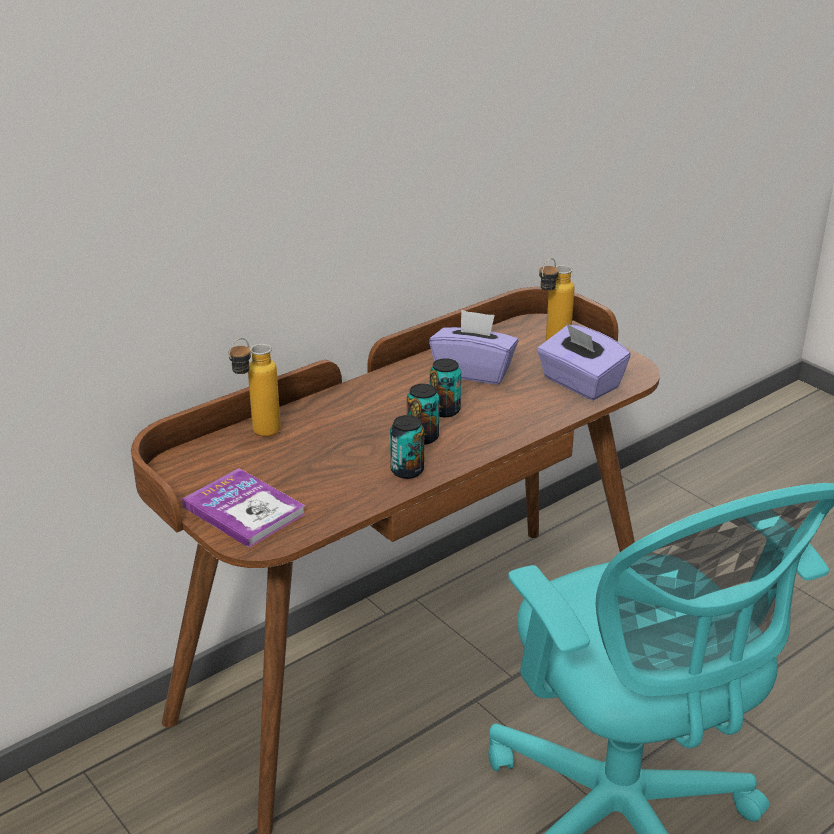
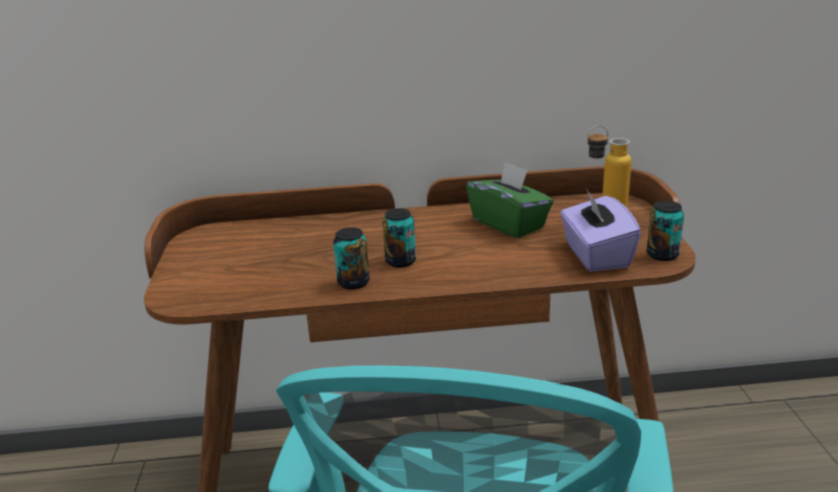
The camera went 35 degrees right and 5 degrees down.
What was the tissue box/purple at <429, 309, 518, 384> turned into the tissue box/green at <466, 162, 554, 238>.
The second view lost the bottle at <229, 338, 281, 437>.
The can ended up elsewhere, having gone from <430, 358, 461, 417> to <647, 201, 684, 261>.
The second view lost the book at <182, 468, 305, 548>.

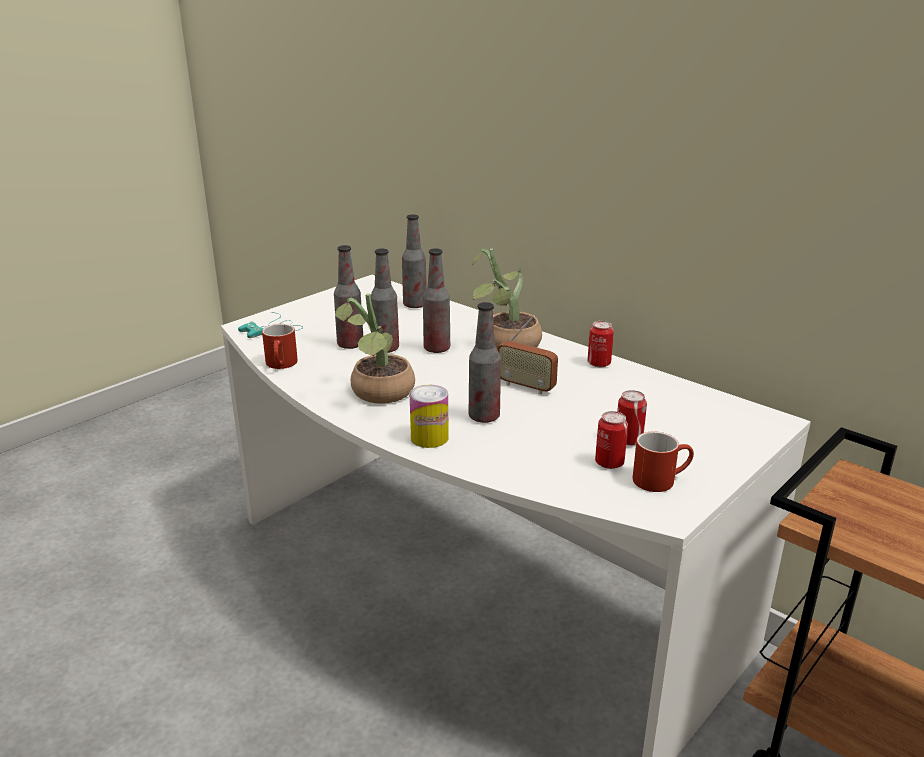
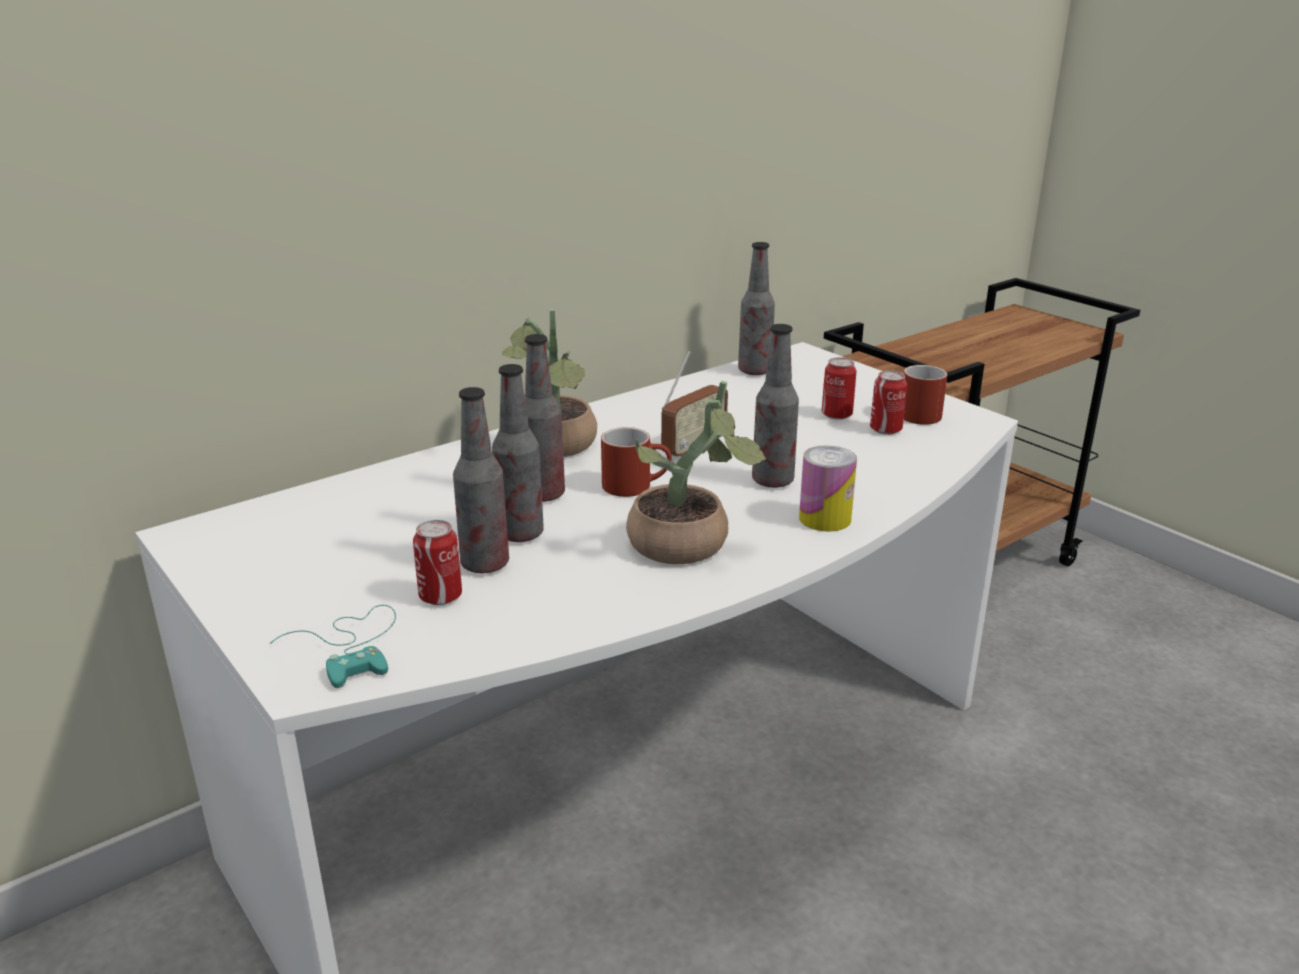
The camera went 80 degrees left and 0 degrees up.
The bottle ended up elsewhere, having gone from <402, 214, 427, 308> to <738, 242, 775, 375>.
The can ended up elsewhere, having gone from <587, 321, 614, 367> to <413, 520, 462, 605>.
The mug/red ended up elsewhere, having gone from <262, 324, 298, 369> to <601, 427, 672, 497>.

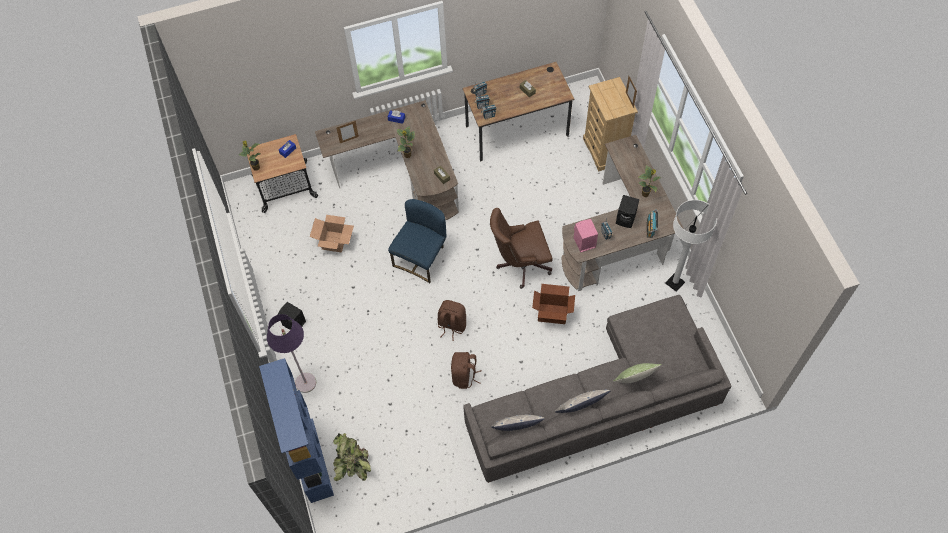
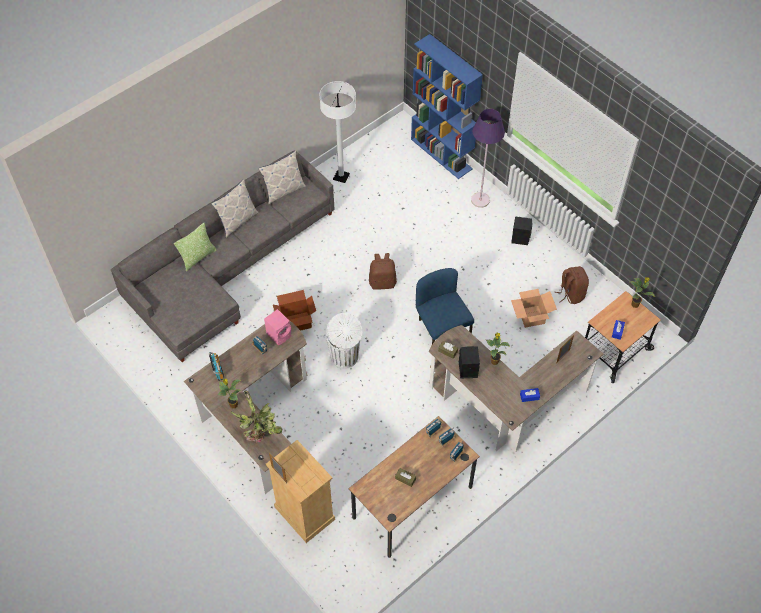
The camera went 155 degrees right and 5 degrees down.
The speaker/black ended up elsewhere, having gone from <616, 195, 639, 228> to <459, 346, 480, 379>.
The chair/blue at <388, 199, 446, 283> ended up facing another way, 150 degrees clockwise from before.
The floor lamp/white ended up elsewhere, having gone from <665, 200, 717, 292> to <319, 81, 356, 183>.
Where the office chair/brown stood at <490, 208, 553, 289>, the trash can/white came to stand at <326, 313, 362, 369>.
The backpack/brown ended up elsewhere, having gone from <451, 352, 482, 389> to <555, 266, 589, 304>.
The potted plant ended up elsewhere, having gone from <333, 433, 371, 481> to <230, 390, 282, 442>.

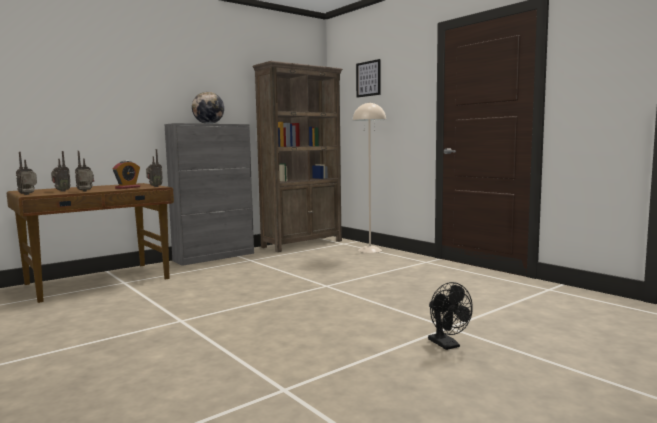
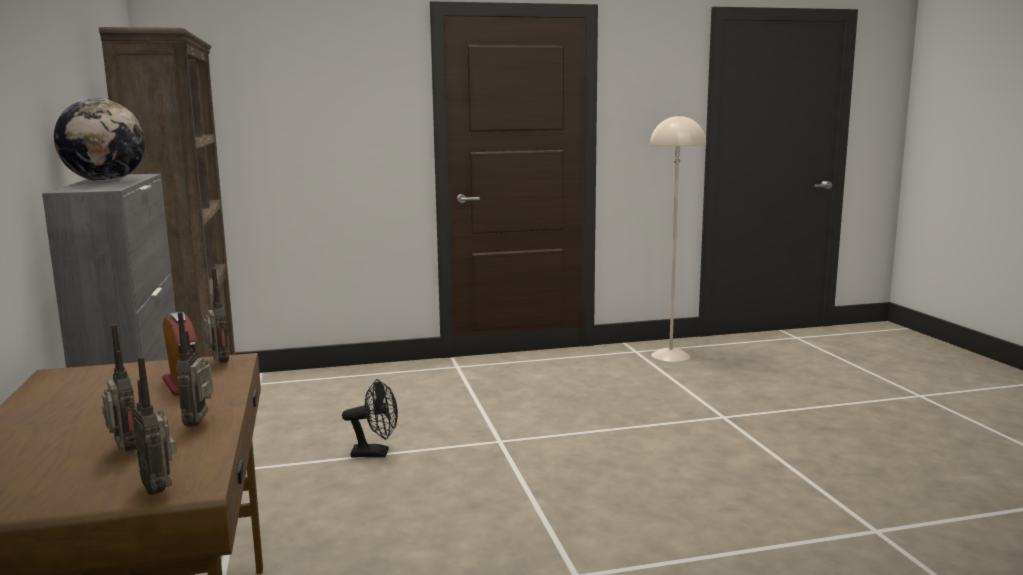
The camera went 65 degrees left and 5 degrees up.
The second view lost the picture at <356, 59, 380, 98>.
The floor lamp/beige ended up elsewhere, having gone from <353, 102, 386, 253> to <650, 115, 706, 362>.
The fan/black ended up elsewhere, having gone from <428, 282, 473, 350> to <342, 379, 398, 457>.

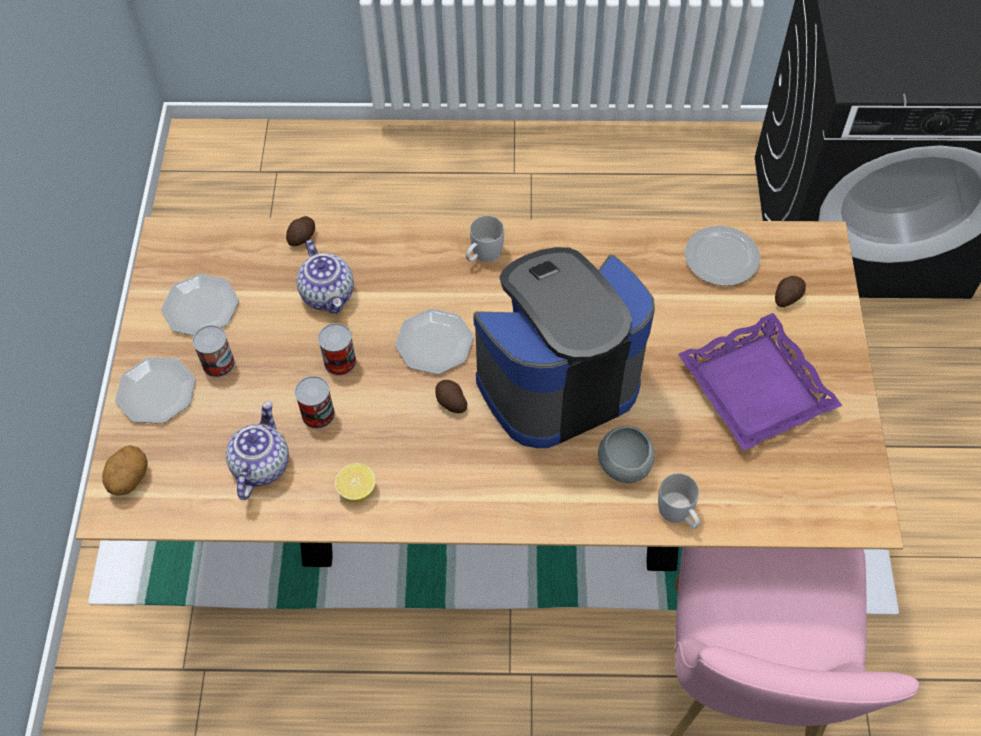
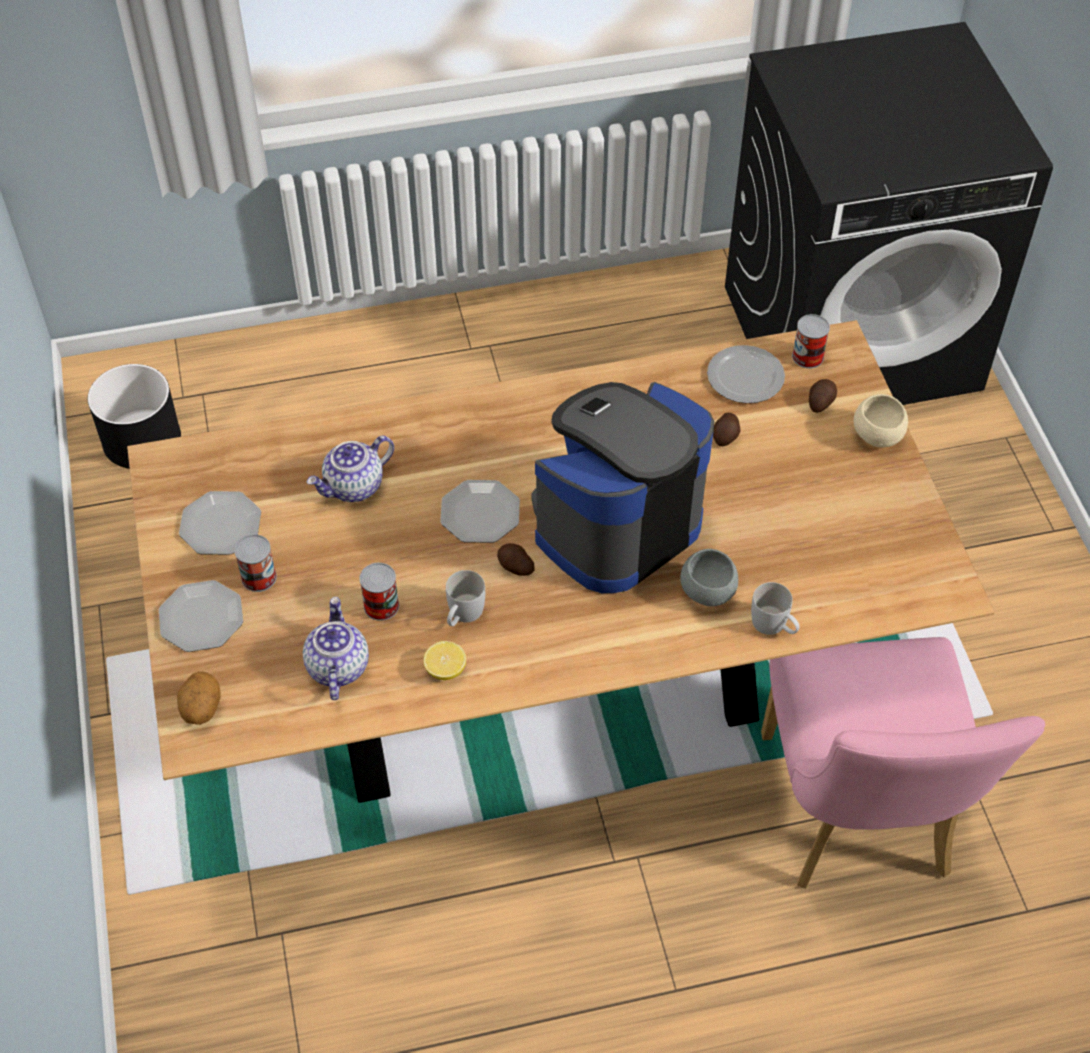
The camera went 15 degrees left and 5 degrees down.
The potato ended up elsewhere, having gone from <286, 216, 315, 246> to <713, 413, 740, 446>.
The mug/white ended up elsewhere, having gone from <466, 216, 504, 262> to <446, 570, 485, 626>.
The teapot at <296, 240, 354, 314> ended up facing another way, 90 degrees clockwise from before.
The second view lost the tray/purple at <678, 313, 843, 451>.
The can ended up elsewhere, having gone from <318, 323, 356, 376> to <792, 314, 830, 368>.
The second view gained the planter/black at <88, 364, 181, 469>.
The second view gained the bowl/beige at <853, 394, 908, 447>.

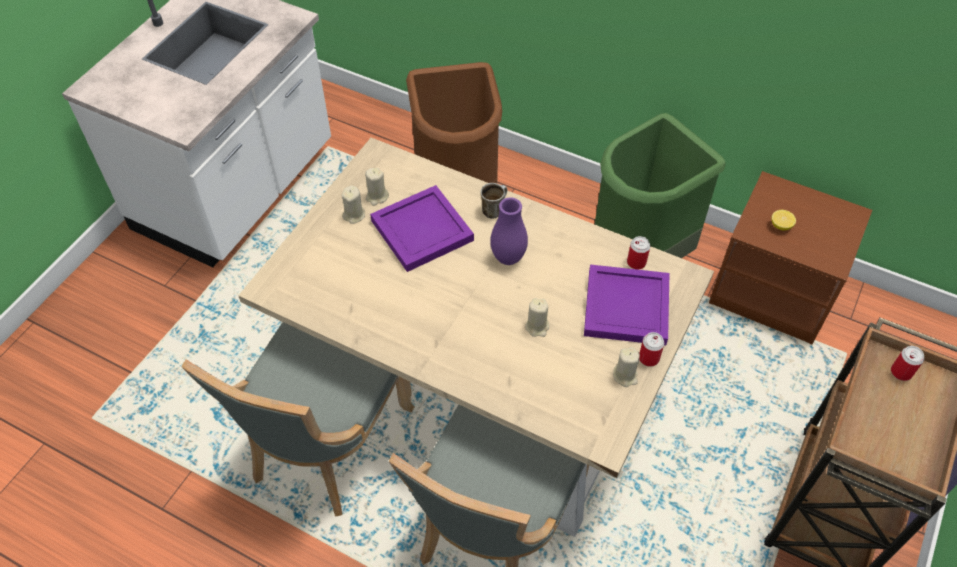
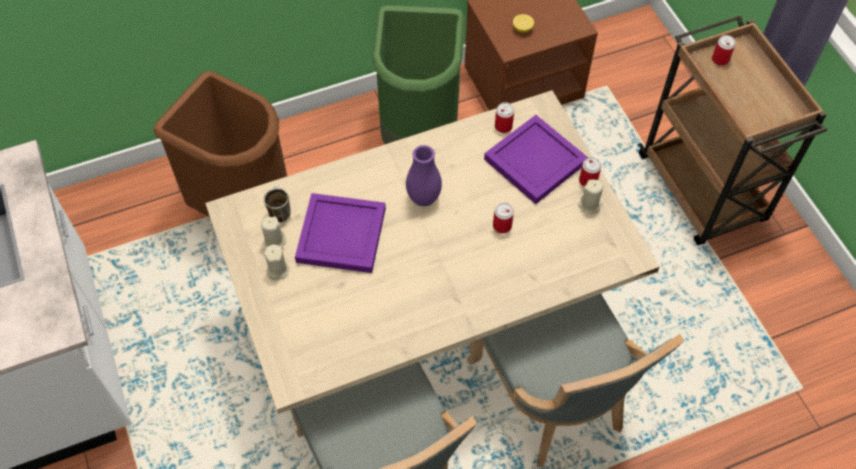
The camera went 50 degrees left and 5 degrees up.
The mug ended up elsewhere, having gone from <480, 183, 507, 219> to <263, 186, 291, 222>.
Where the candle/beige stood at <525, 298, 549, 337>, the can came to stand at <493, 202, 514, 233>.

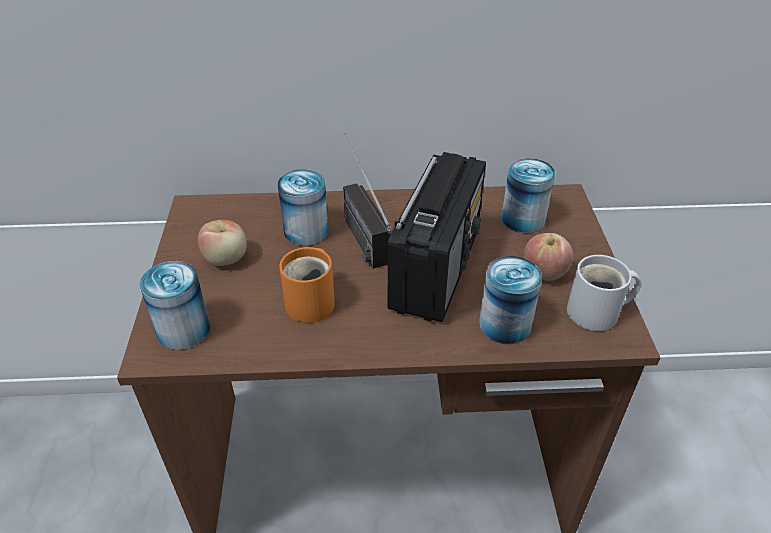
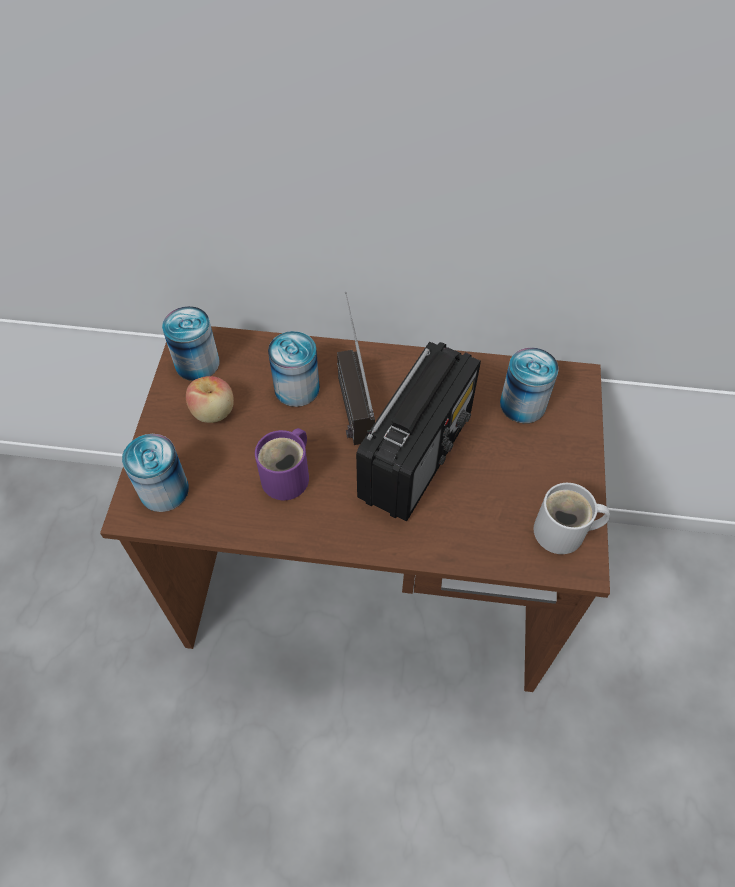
The camera went 10 degrees right and 15 degrees up.
The second view lost the apple at <524, 233, 573, 281>.
What was the mug/orange at <279, 247, 335, 323> turned into the mug/purple at <255, 428, 309, 500>.
The can ended up elsewhere, having gone from <479, 256, 542, 344> to <162, 306, 220, 381>.

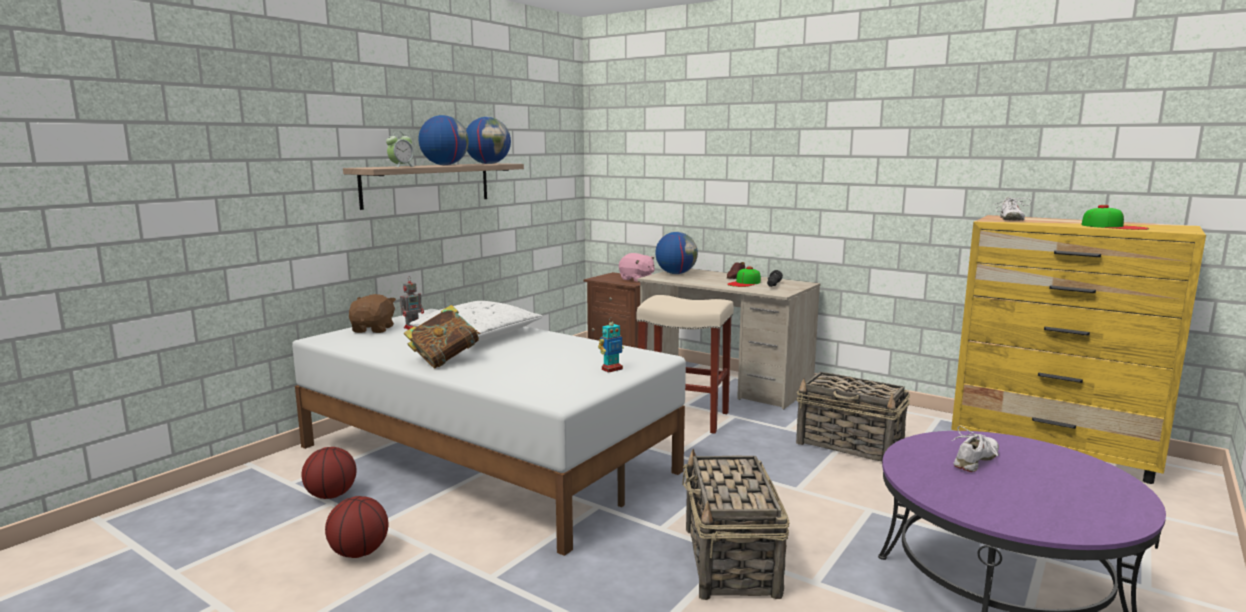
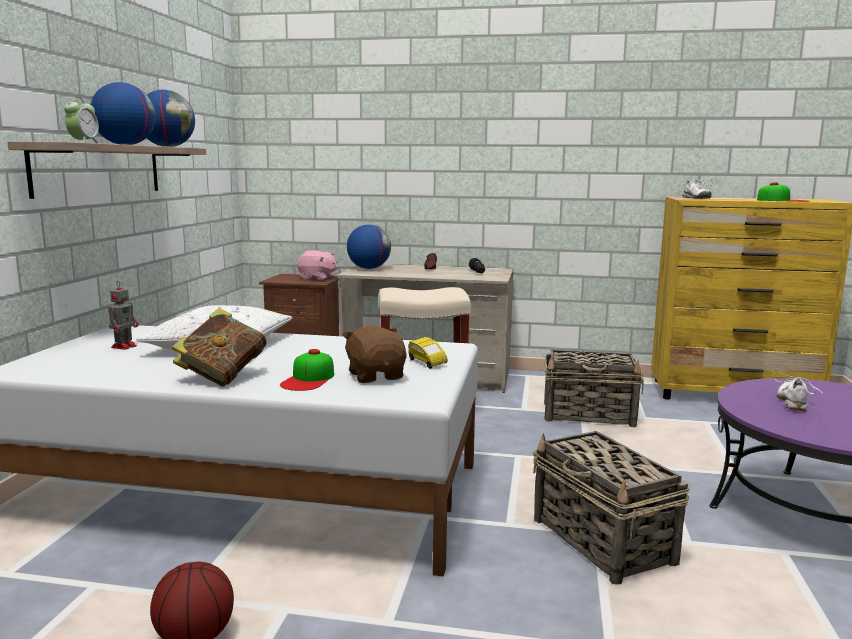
The camera went 25 degrees left and 0 degrees up.
The cap ended up elsewhere, having gone from <727, 266, 761, 287> to <280, 349, 334, 391>.
The plush toy/brown ended up elsewhere, having gone from <349, 294, 396, 333> to <342, 325, 407, 383>.
Where the toy robot stood at <598, 317, 624, 373>, the toy car/yellow came to stand at <408, 337, 448, 369>.
The second view lost the basketball at <302, 447, 357, 499>.

